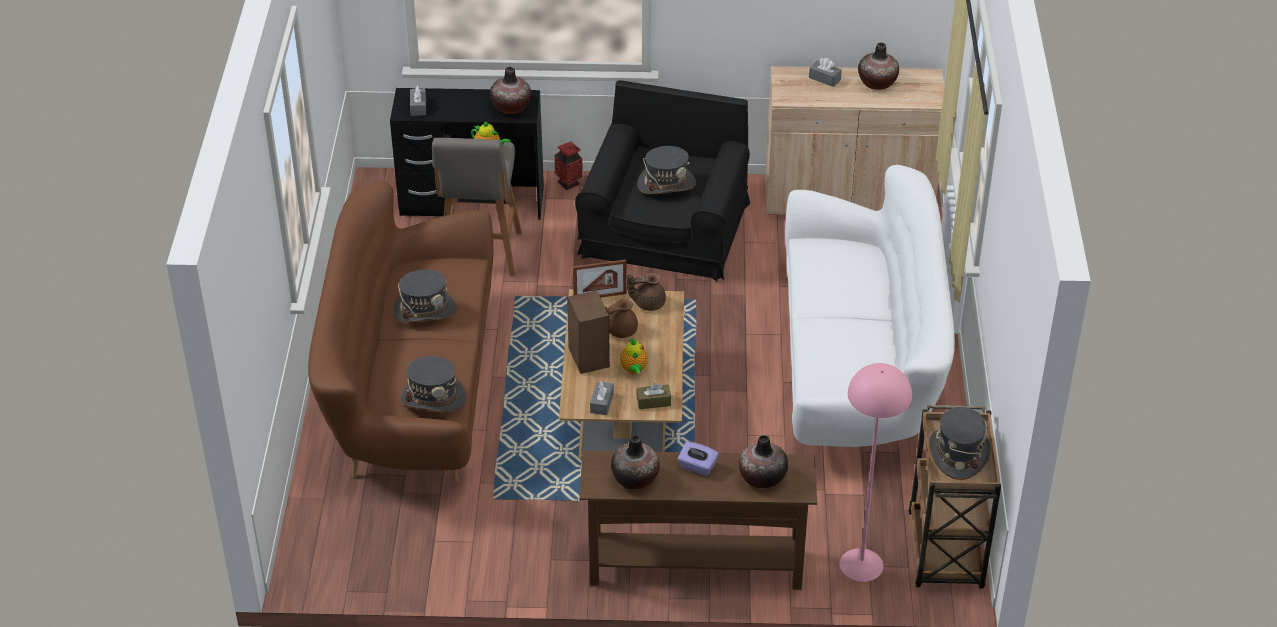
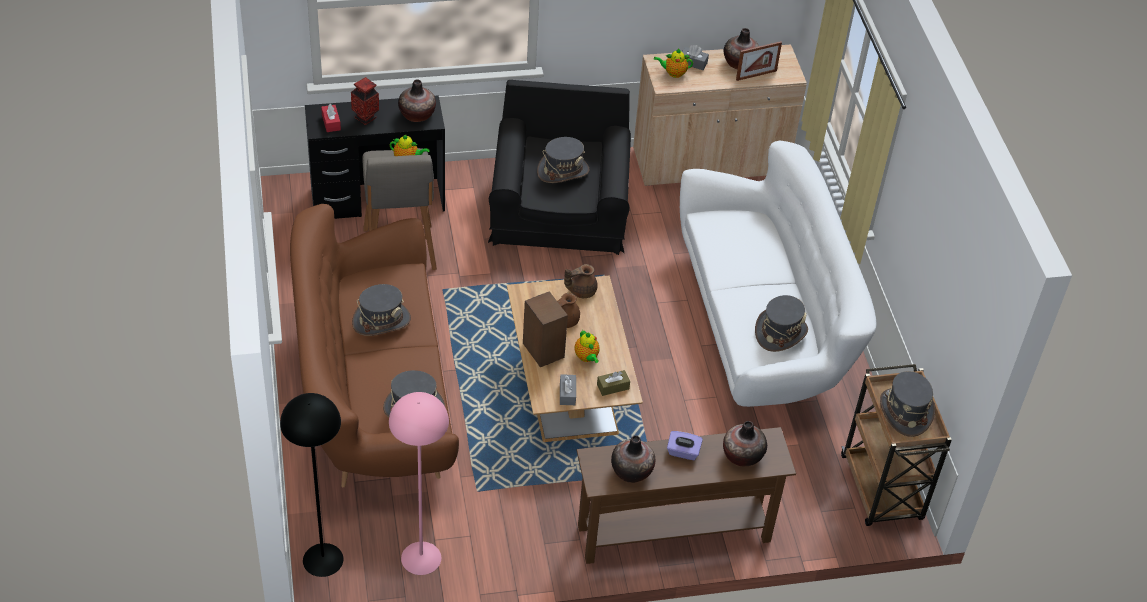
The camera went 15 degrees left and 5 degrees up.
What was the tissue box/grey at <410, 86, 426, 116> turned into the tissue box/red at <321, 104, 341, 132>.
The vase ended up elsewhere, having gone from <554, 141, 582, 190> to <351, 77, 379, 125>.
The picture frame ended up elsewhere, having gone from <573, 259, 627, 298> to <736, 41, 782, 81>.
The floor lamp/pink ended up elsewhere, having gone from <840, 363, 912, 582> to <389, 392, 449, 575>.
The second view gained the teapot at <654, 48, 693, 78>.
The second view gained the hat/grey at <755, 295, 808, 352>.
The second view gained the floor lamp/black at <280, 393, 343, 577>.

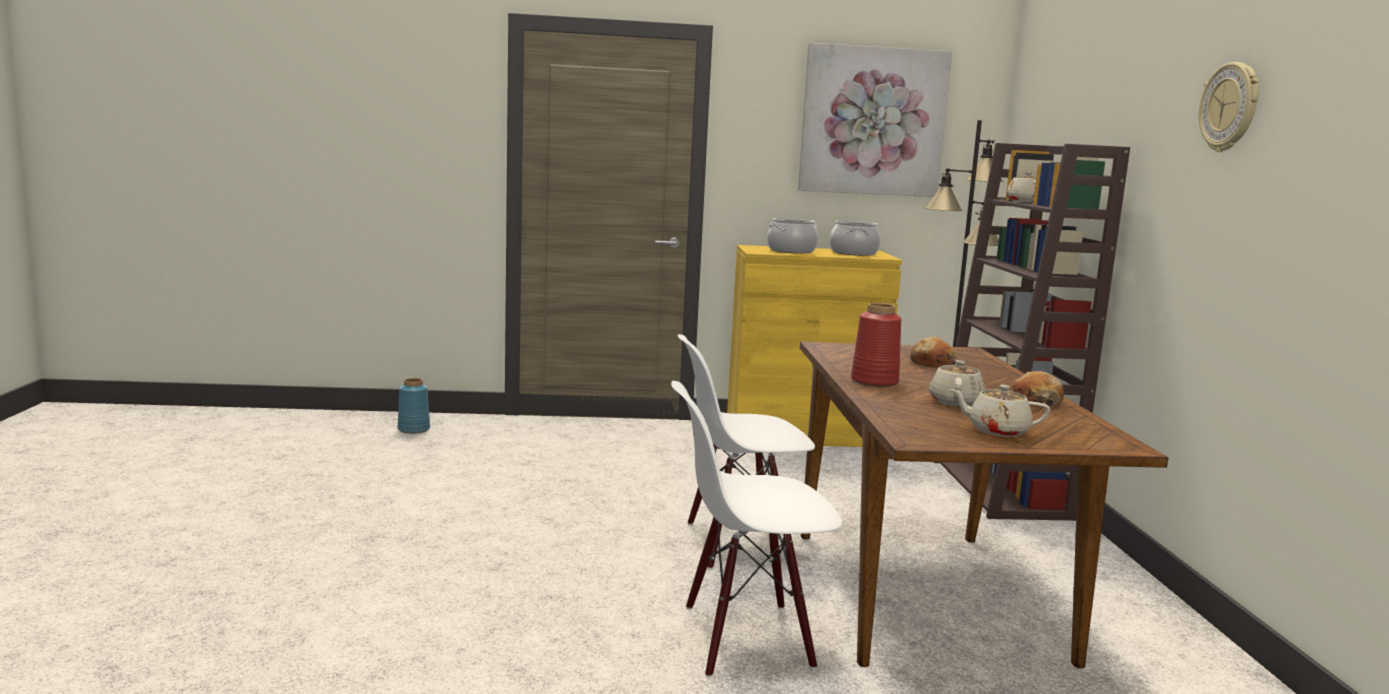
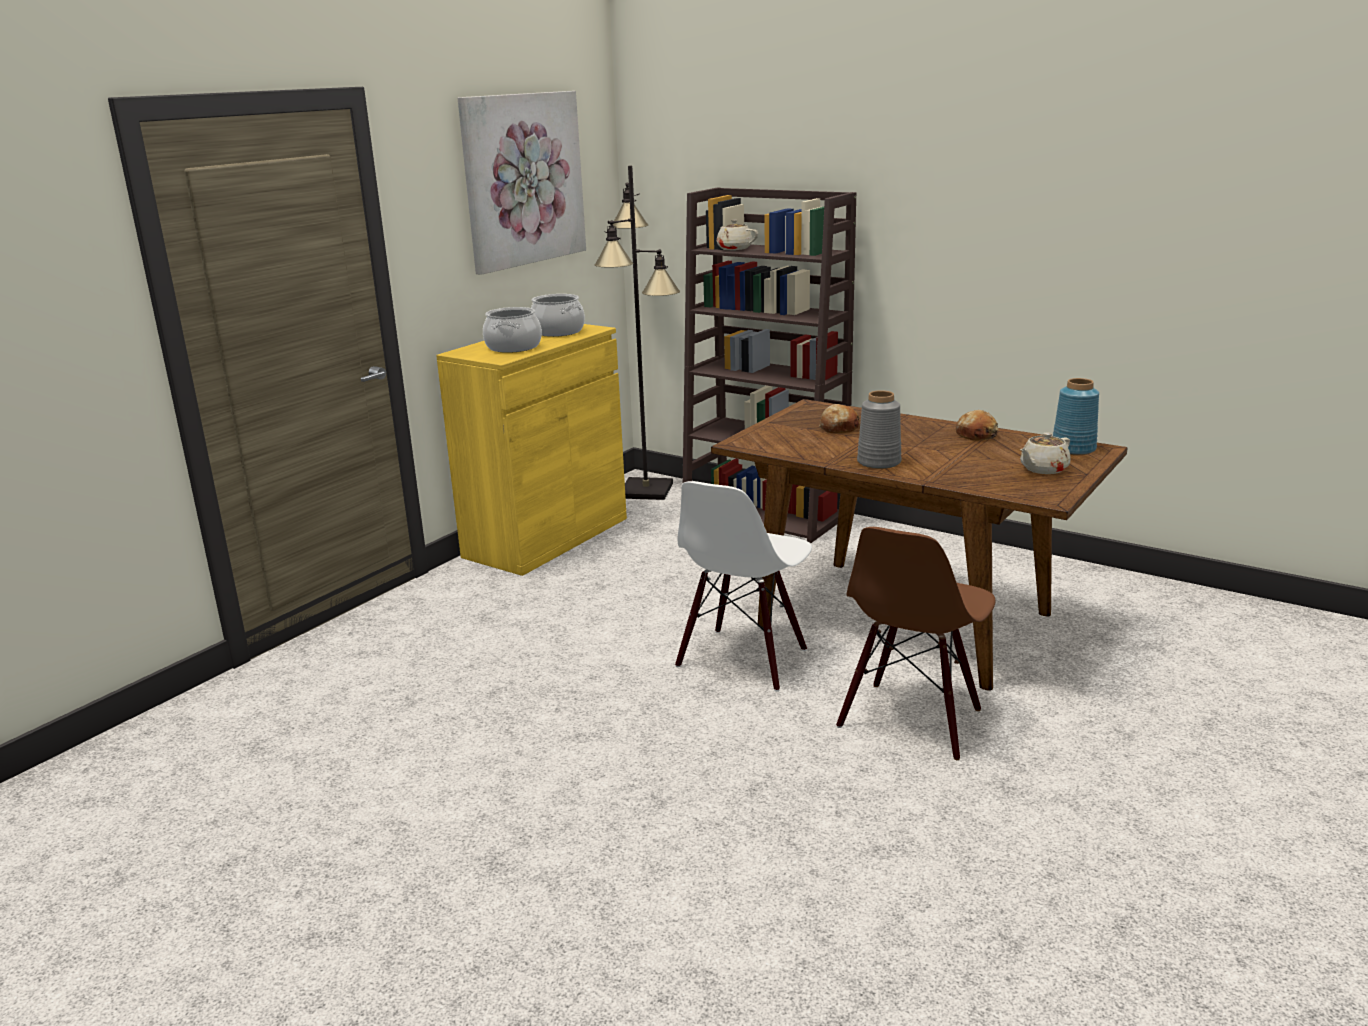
The camera went 50 degrees left and 10 degrees up.
The second view lost the wall clock at <1199, 62, 1259, 152>.
What was the vase/red at <851, 303, 902, 387> turned into the vase/grey at <857, 390, 901, 469>.
The second view lost the teapot/beige at <929, 360, 985, 407>.
The vase/blue ended up elsewhere, having gone from <397, 378, 430, 434> to <1053, 378, 1099, 455>.
What was the chair/white at <671, 381, 842, 678> turned into the chair/brown at <836, 527, 996, 760>.

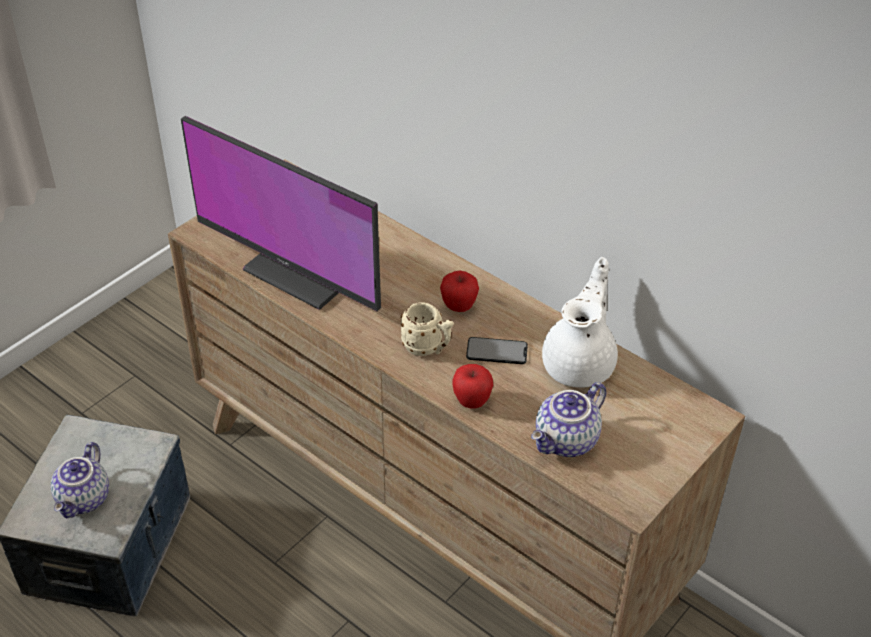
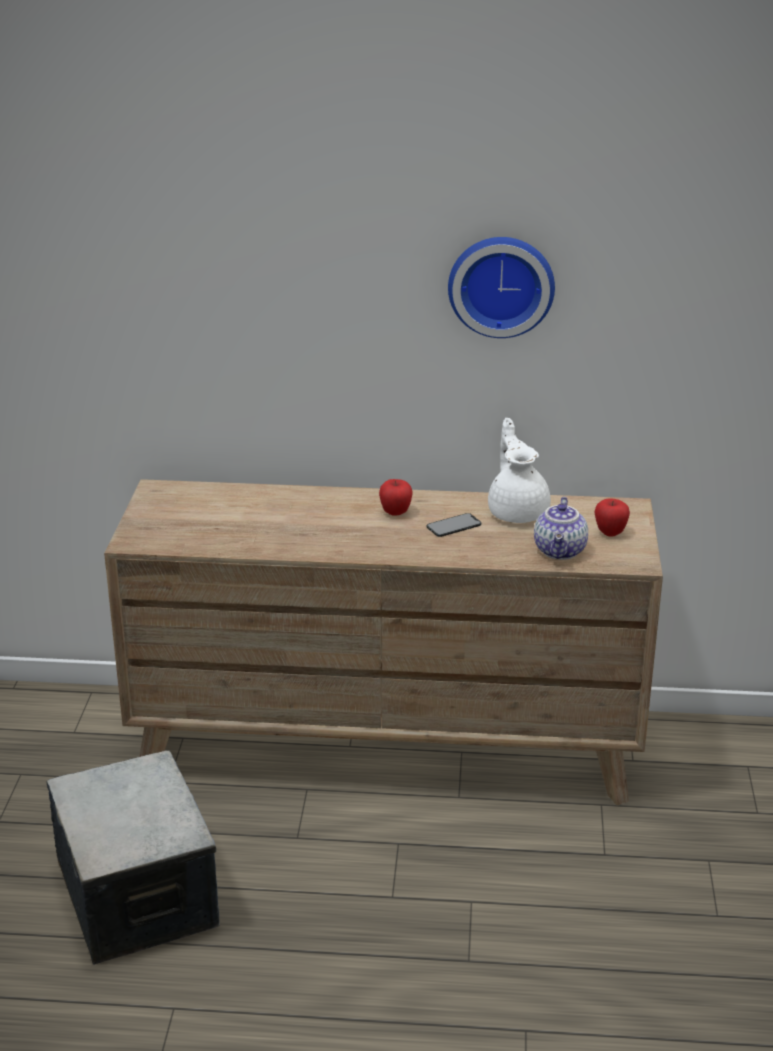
The camera went 35 degrees left and 15 degrees down.
The second view lost the monitor at <181, 116, 381, 311>.
The second view lost the mug/beige at <401, 302, 454, 356>.
The apple ended up elsewhere, having gone from <453, 364, 493, 409> to <594, 498, 630, 537>.
The second view lost the teapot at <51, 442, 109, 518>.
The second view gained the wall clock at <448, 237, 555, 338>.

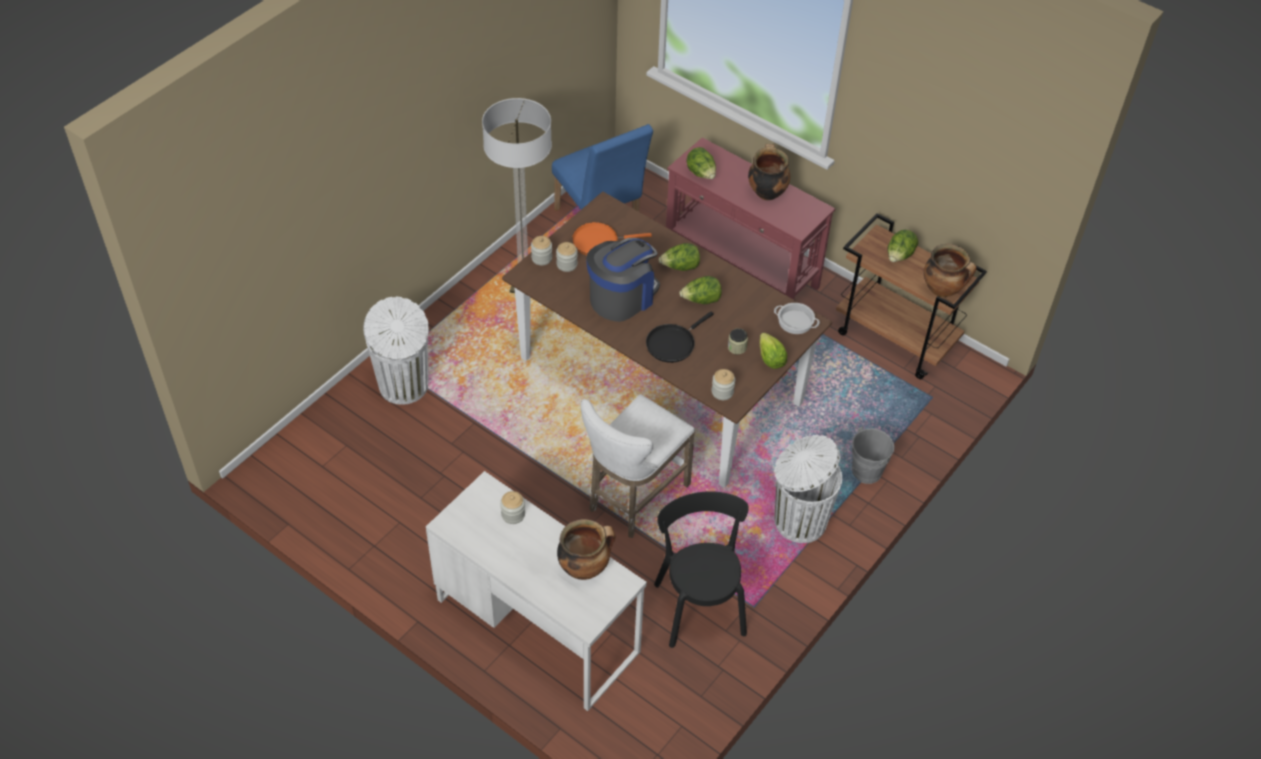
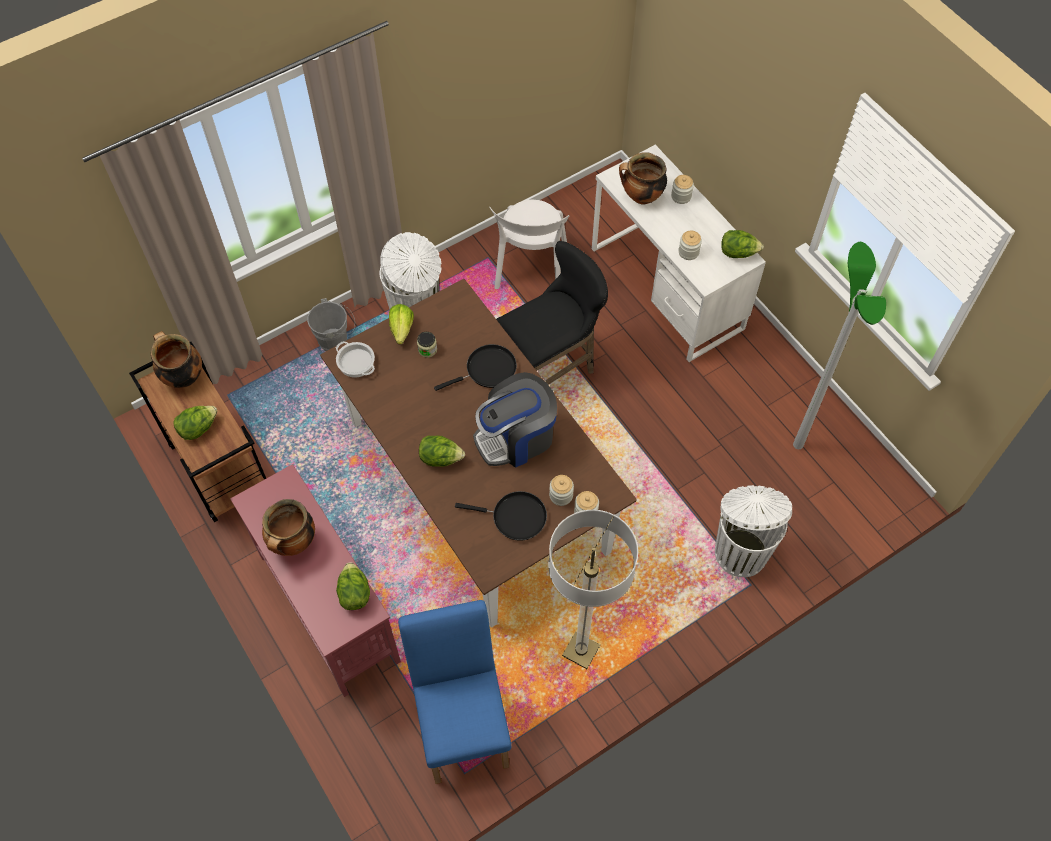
The camera went 160 degrees left and 10 degrees up.
What was the frying pan/orange at <572, 222, 652, 256> turned into the frying pan/black at <455, 491, 547, 541>.
The lettuce ended up elsewhere, having gone from <679, 276, 722, 304> to <721, 230, 764, 258>.
The jar ended up elsewhere, having gone from <712, 369, 735, 400> to <671, 175, 694, 204>.
What was the stool/white at <581, 394, 695, 538> turned into the stool/black at <496, 241, 608, 385>.
What was the chair/black at <654, 491, 749, 648> turned into the chair/white at <489, 200, 570, 289>.
The second view gained the floor lamp at <793, 242, 886, 449>.

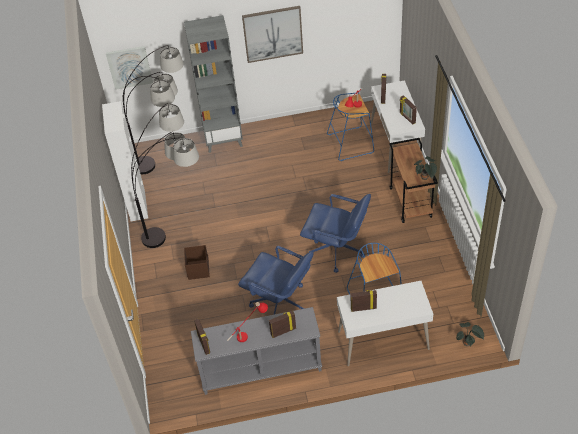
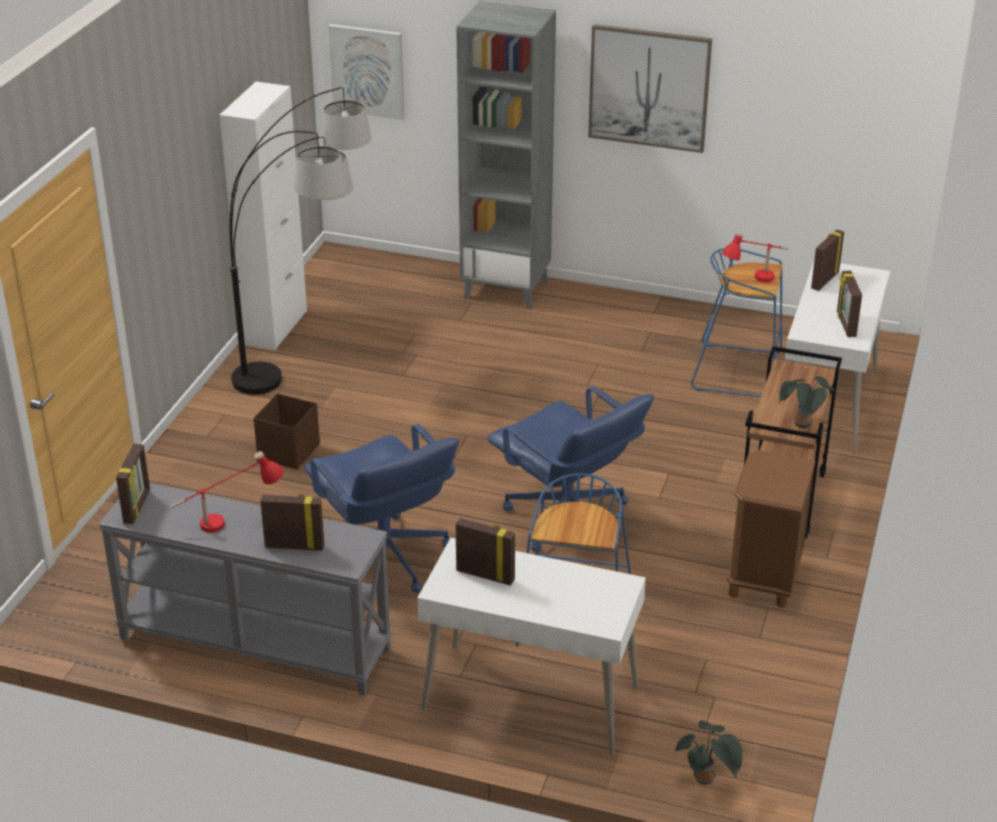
The camera went 25 degrees right and 15 degrees down.
The second view lost the floor lamp at <123, 45, 184, 174>.
The second view gained the nightstand/brown at <726, 450, 815, 608>.

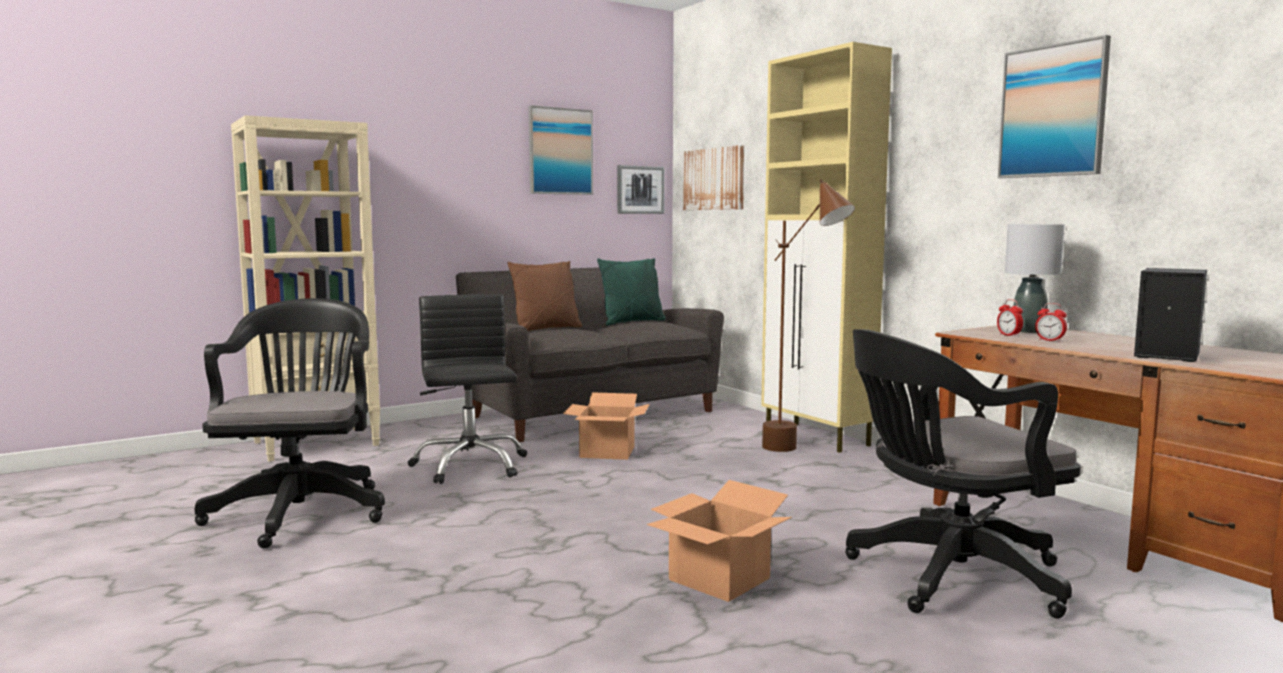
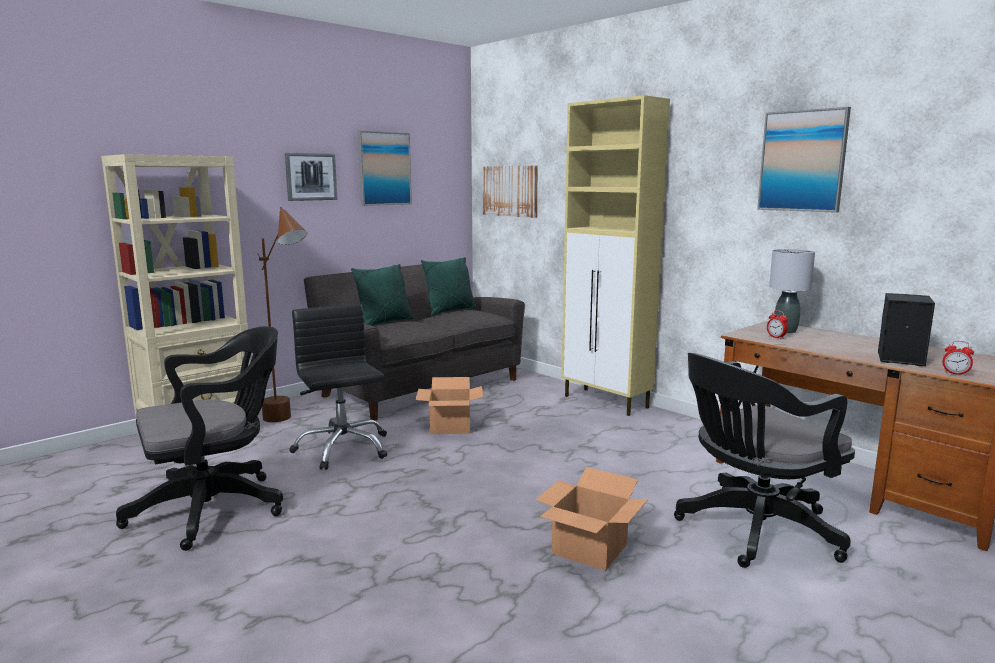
The camera went 10 degrees left and 5 degrees up.
The picture ended up elsewhere, having gone from <617, 165, 665, 214> to <285, 153, 337, 201>.
The floor lamp/brown ended up elsewhere, having gone from <762, 179, 855, 452> to <257, 207, 307, 422>.
What was the pillow/brown at <507, 261, 582, 331> turned into the pillow/green at <351, 264, 413, 326>.
The office chair/black at <195, 298, 385, 549> ended up facing another way, 75 degrees clockwise from before.
The alarm clock ended up elsewhere, having gone from <1035, 303, 1067, 342> to <942, 341, 974, 376>.

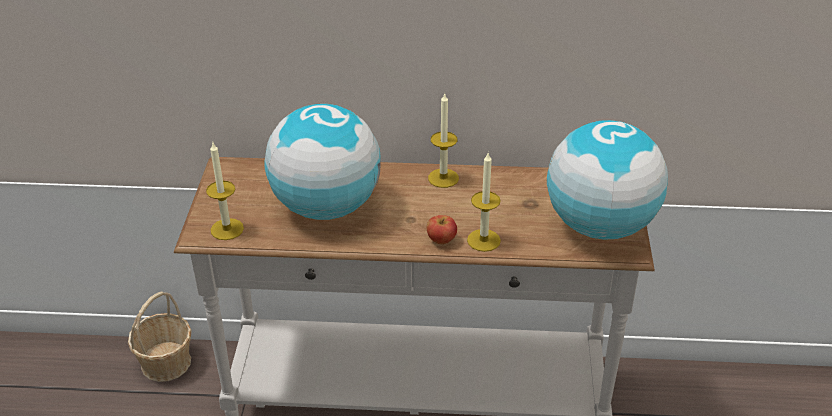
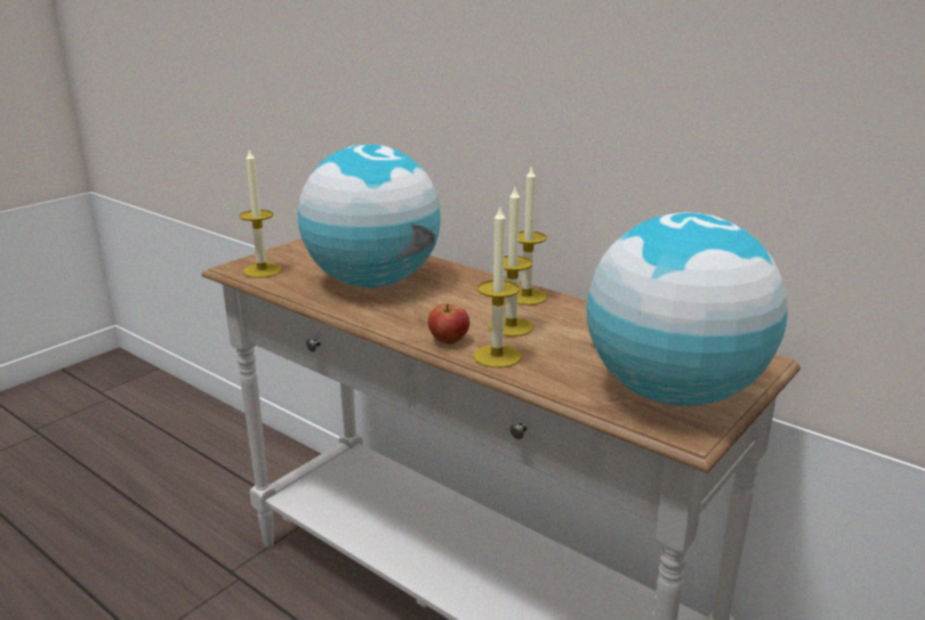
The camera went 35 degrees right and 15 degrees down.
The second view lost the basket at <128, 291, 192, 382>.
The second view gained the candle at <489, 185, 534, 337>.

